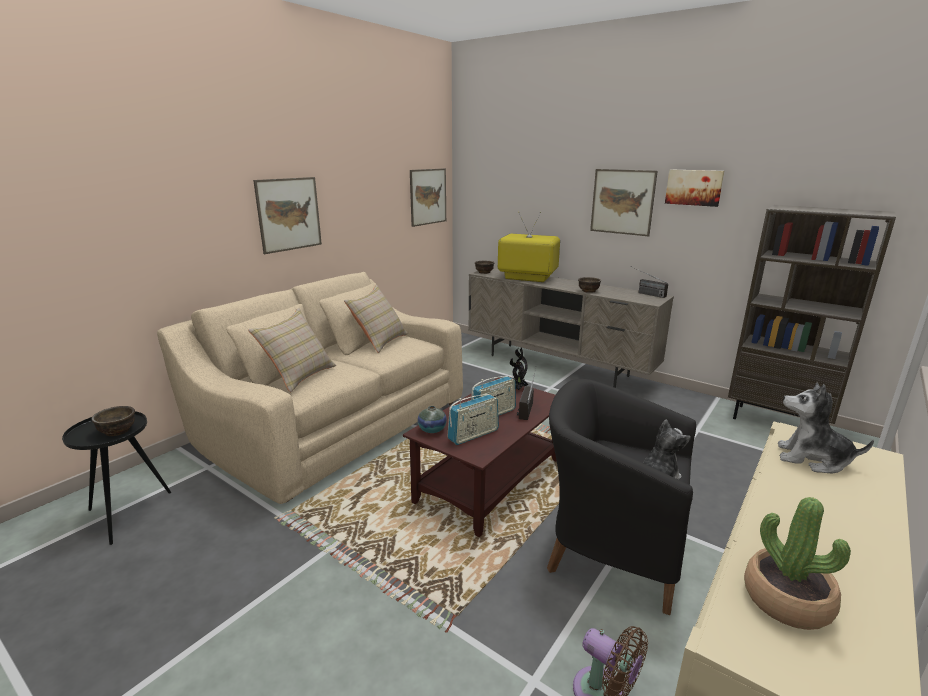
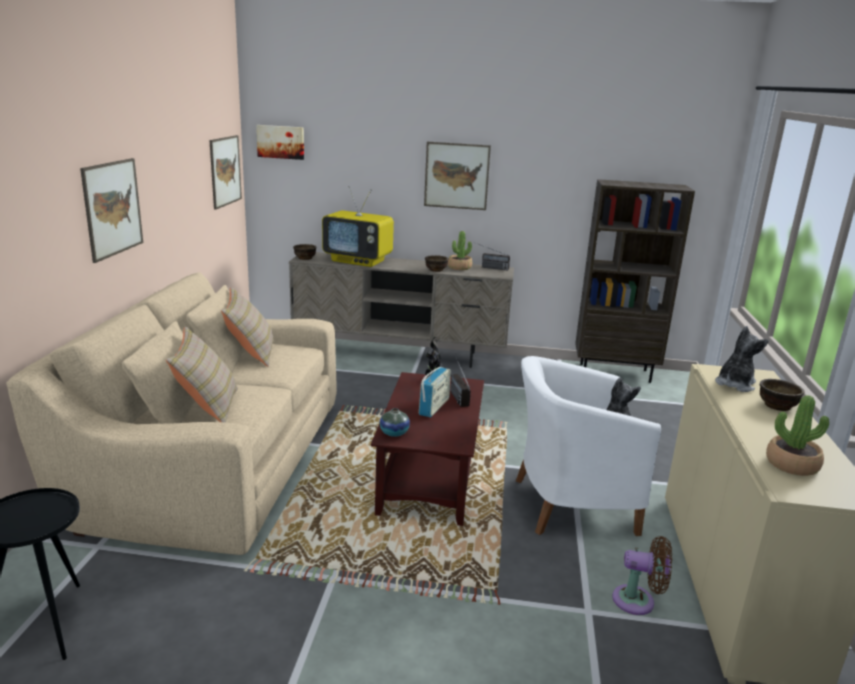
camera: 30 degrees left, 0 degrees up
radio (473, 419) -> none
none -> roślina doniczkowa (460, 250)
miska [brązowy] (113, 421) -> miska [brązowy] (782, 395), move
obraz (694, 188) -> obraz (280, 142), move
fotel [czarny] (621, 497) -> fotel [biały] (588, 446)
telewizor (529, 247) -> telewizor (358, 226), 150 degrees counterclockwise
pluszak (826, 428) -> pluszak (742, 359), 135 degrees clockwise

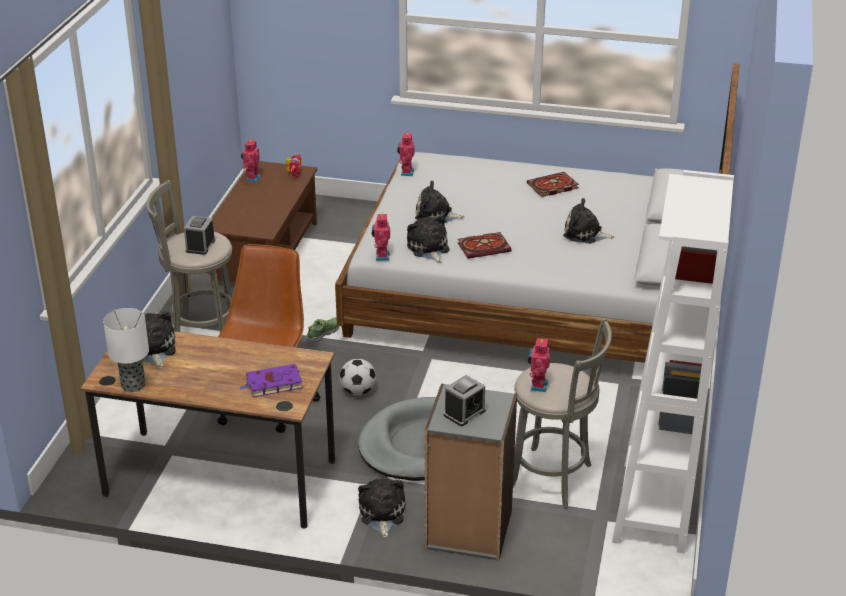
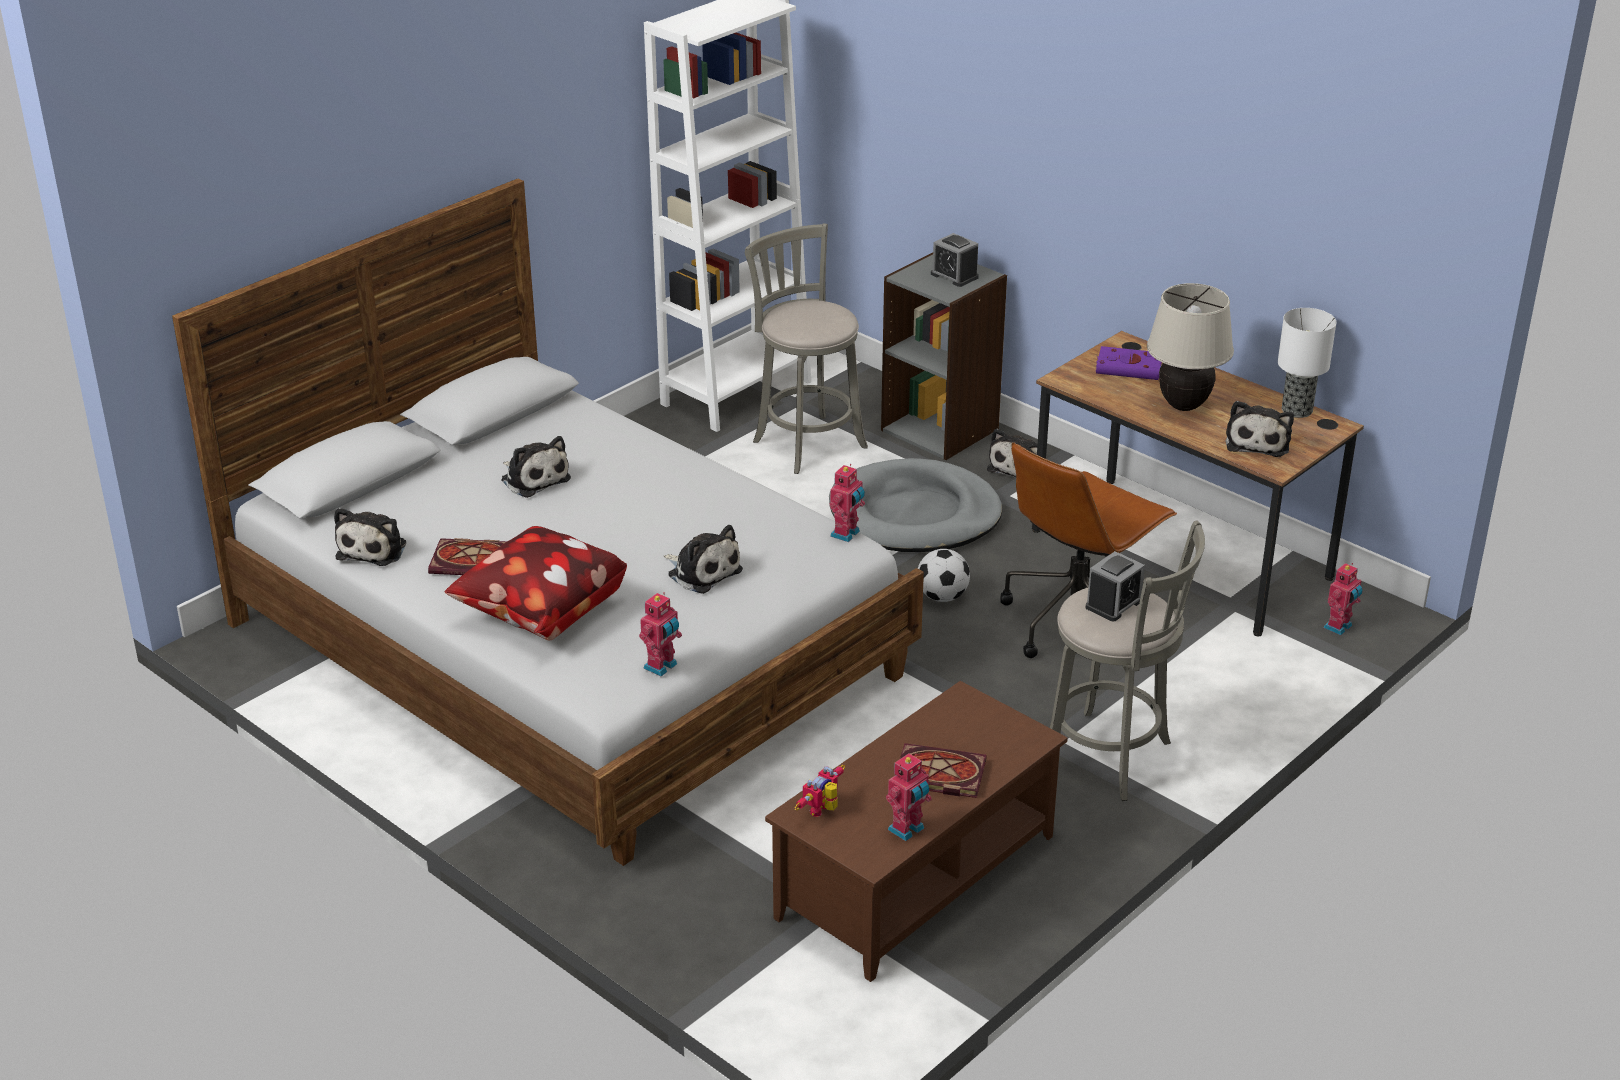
camera: 150 degrees left, 0 degrees up
but (323, 329) -> none
none -> poduszka (535, 583)
none -> lampa stołowa [beżowy] (1190, 347)
pluszak (428, 239) -> pluszak (370, 536), move
książka (485, 245) -> książka (943, 770), move
robot zabawkowy (539, 364) -> robot zabawkowy (1343, 599), move
budzik (465, 400) -> budzik (955, 260), 120 degrees counterclockwise

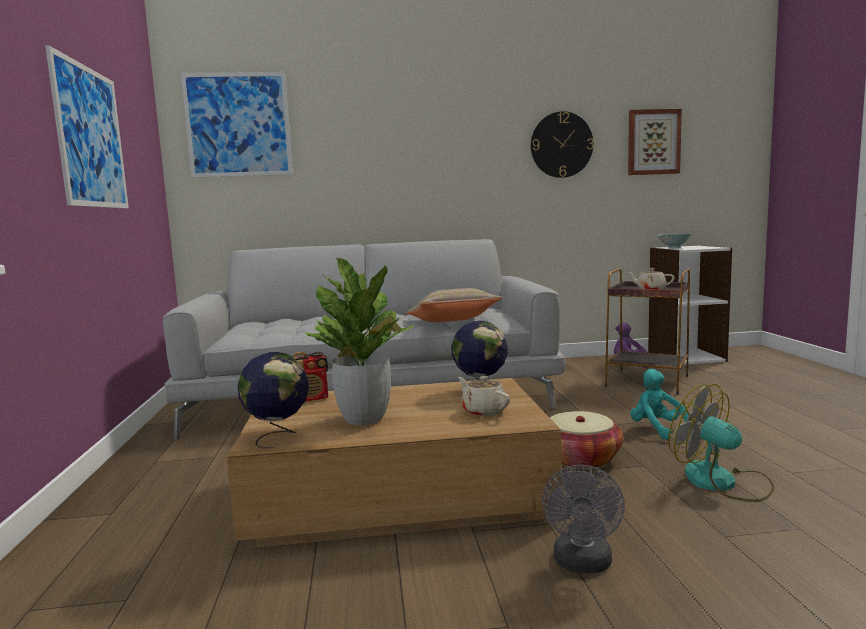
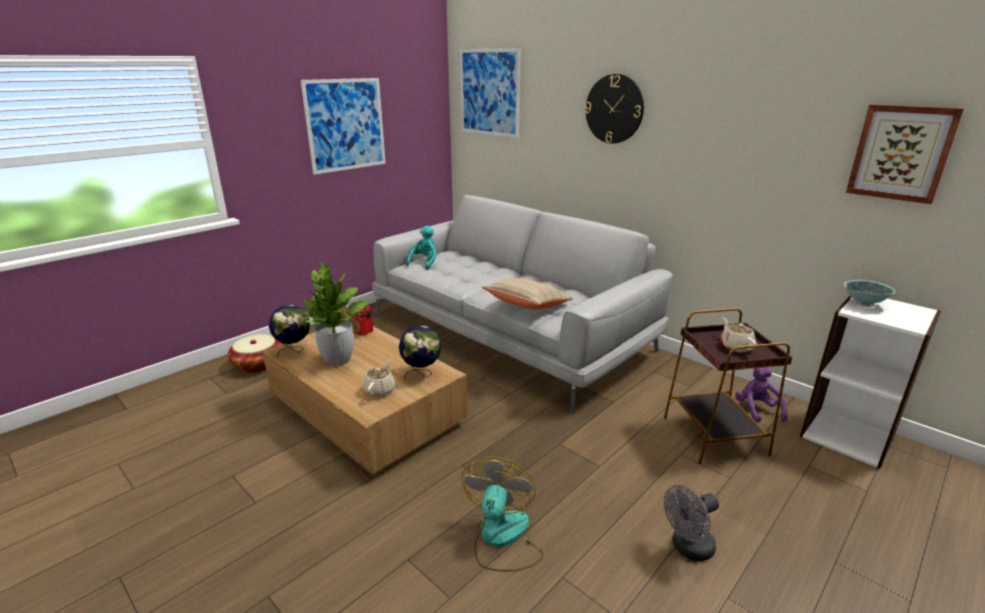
camera: 50 degrees right, 15 degrees up
zegar ścienny (562, 144) -> zegar ścienny (614, 109), move
wentylator [szary] (583, 519) -> wentylator [szary] (691, 523), move
koszyk (586, 440) -> koszyk (254, 353), move
pluszak [turkusowy] (661, 404) -> pluszak [turkusowy] (421, 248), move

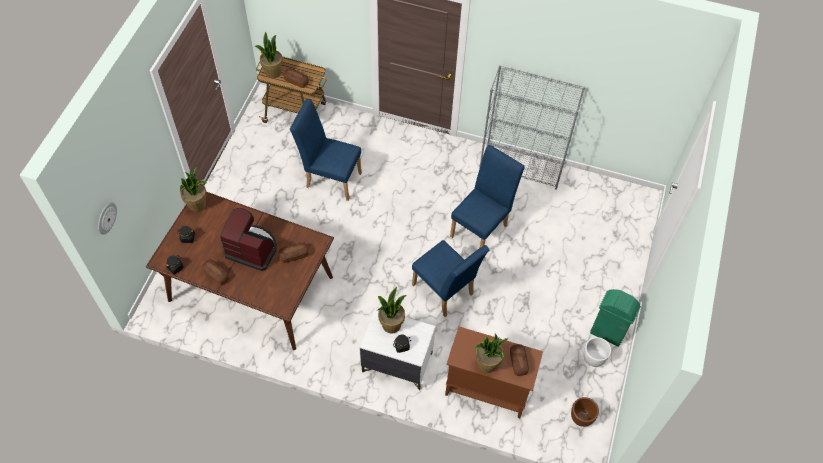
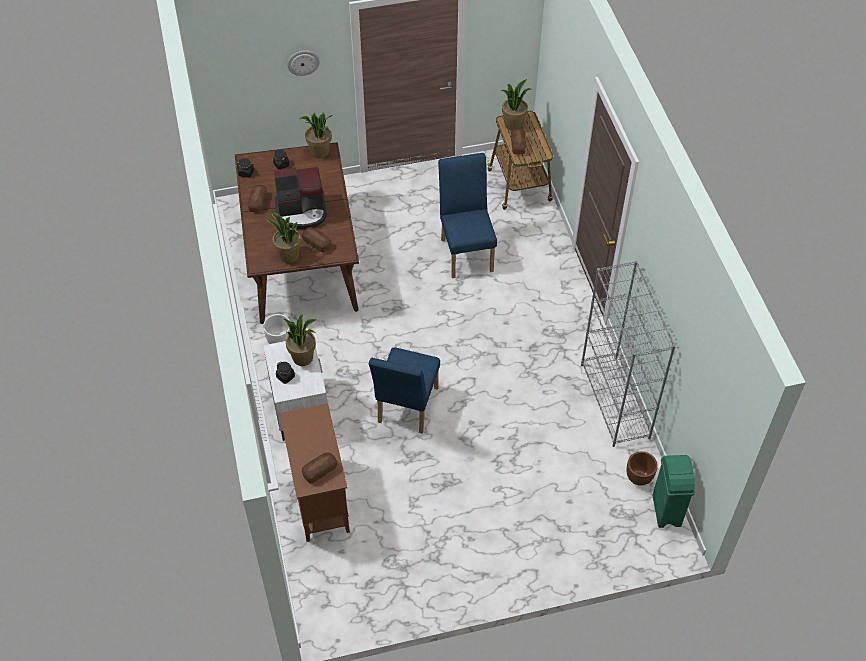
camera: 60 degrees right, 5 degrees down
krzesło [niebieski] (487, 196) -> none
zegar ścienny (107, 218) -> zegar ścienny (303, 63), move
roślina doniczkowa (491, 353) -> roślina doniczkowa (283, 238), move
donica [brązowy] (585, 412) -> donica [brązowy] (642, 469), move
donica [biały] (597, 352) -> donica [biały] (276, 329), move
kosz na śmieci [zielony] (615, 318) -> kosz na śmieci [zielony] (674, 491), move
ekspres do kawy (248, 239) -> ekspres do kawy (300, 198), 90 degrees clockwise

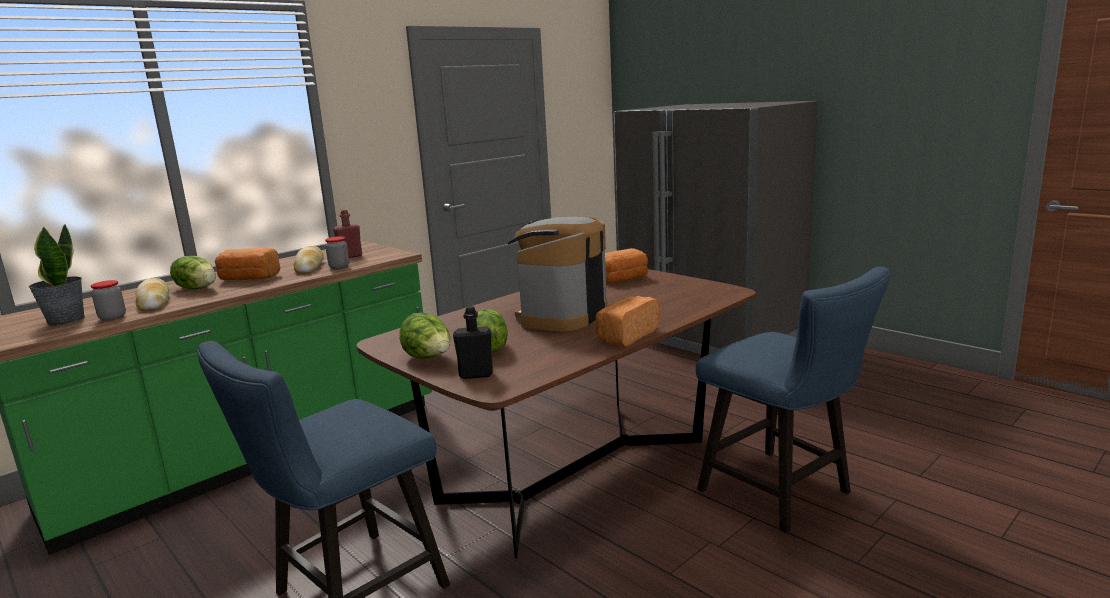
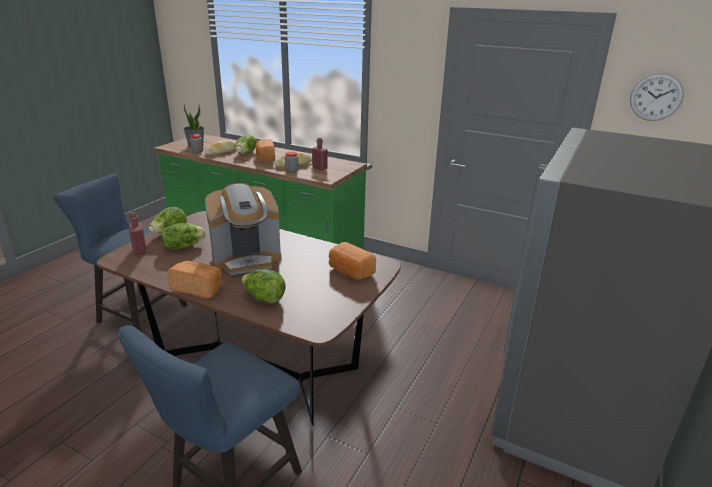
camera: 70 degrees right, 10 degrees up
none -> sałata (264, 287)
none -> zegar ścienny (657, 97)
butelka [czarny] (473, 342) -> butelka [czerwony] (138, 233)
ekspres do kawy (557, 274) -> ekspres do kawy (243, 229), 150 degrees clockwise

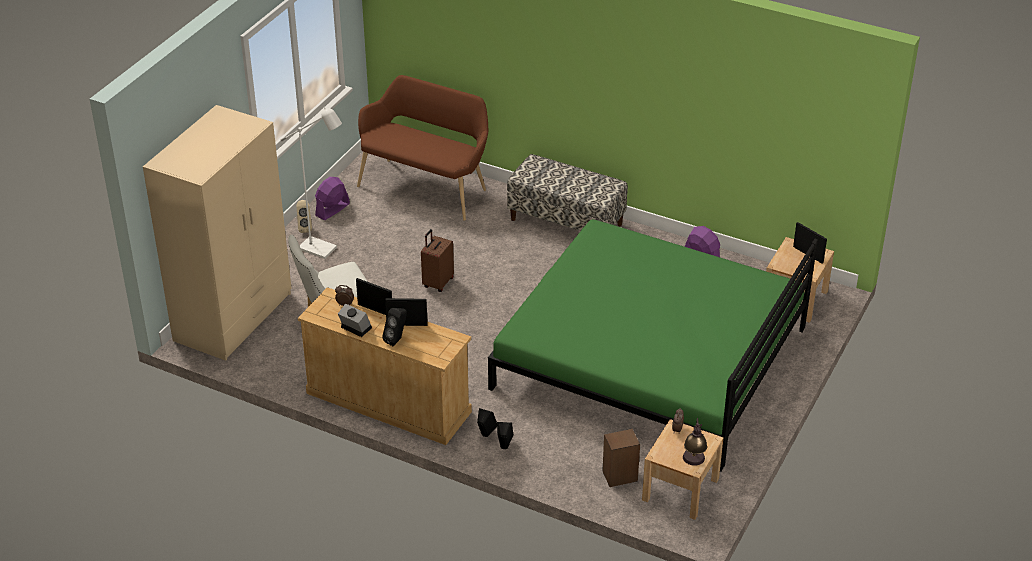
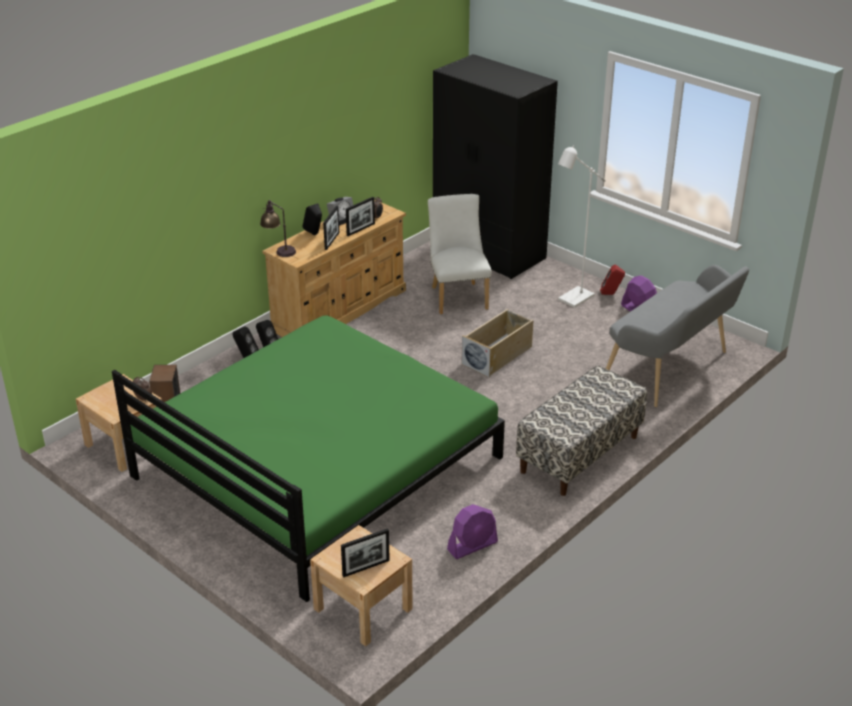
camera: 105 degrees right, 5 degrees down
lampa stołowa (695, 442) -> lampa stołowa (278, 228), move
walizka [brązowy] (437, 260) -> pojemnik do przechowywania [beżowy] (498, 343)
szafa [beżowy] (217, 233) -> szafa [czarny] (495, 166)
głośnik [beżowy] (304, 216) -> głośnik [czerwony] (612, 279)
ławka [brązowy] (422, 148) -> ławka [szary] (677, 336)

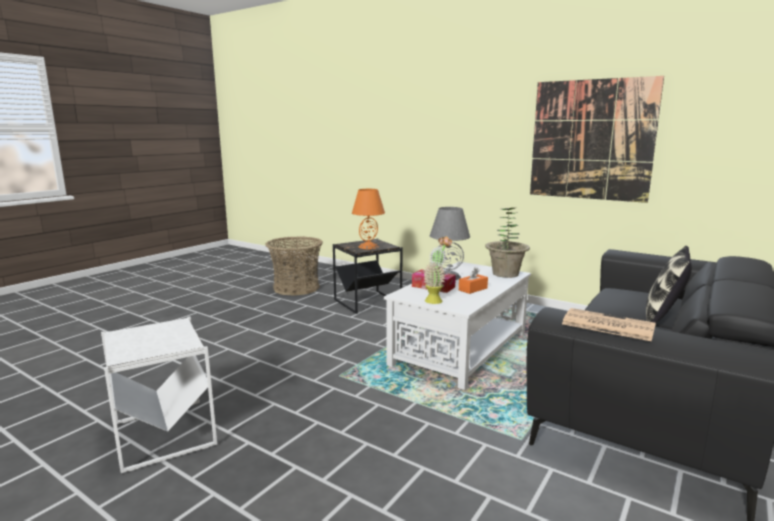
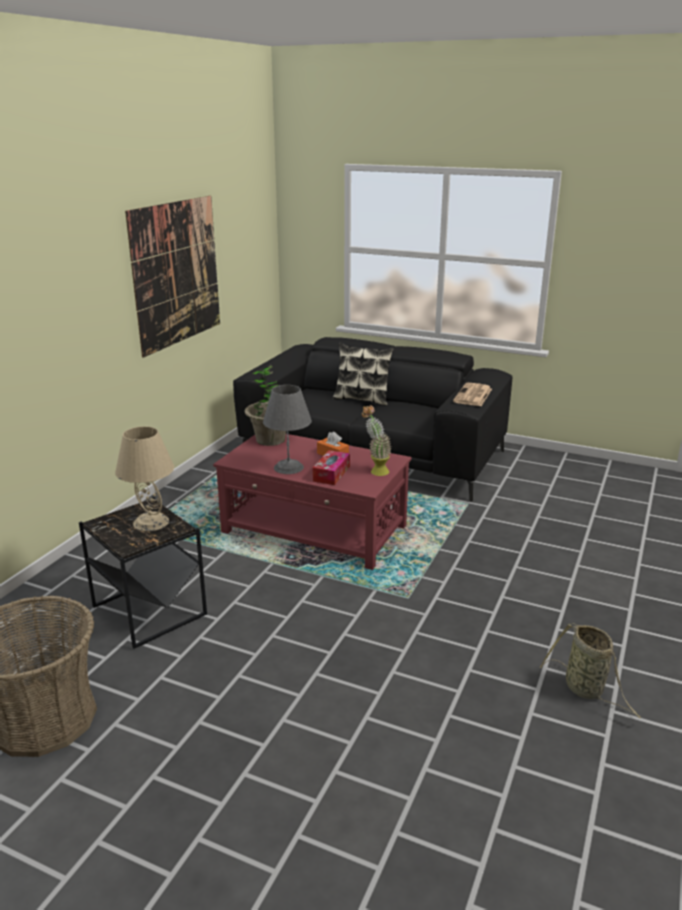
camera: 100 degrees left, 10 degrees up
stolik [biały] (159, 394) -> koszyk (590, 670)
lampa stołowa [pomarańczowy] (368, 219) -> lampa stołowa [beżowy] (144, 478)
ława [biały] (457, 325) -> ława [czerwony] (312, 502)

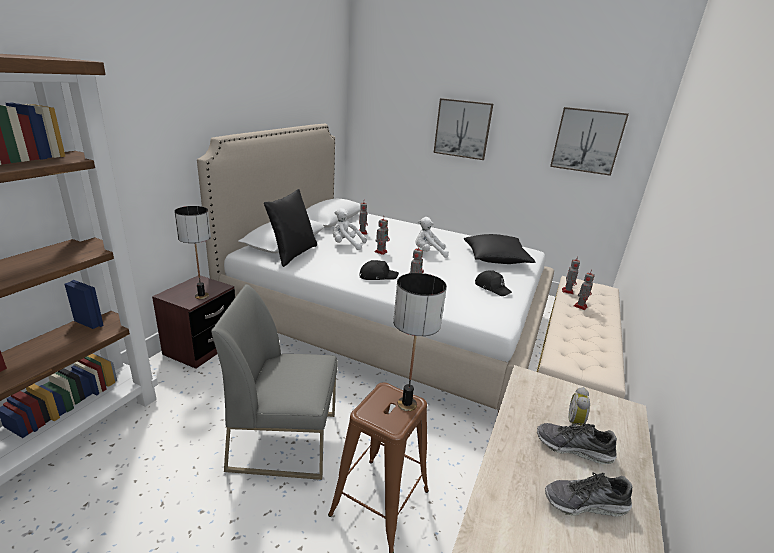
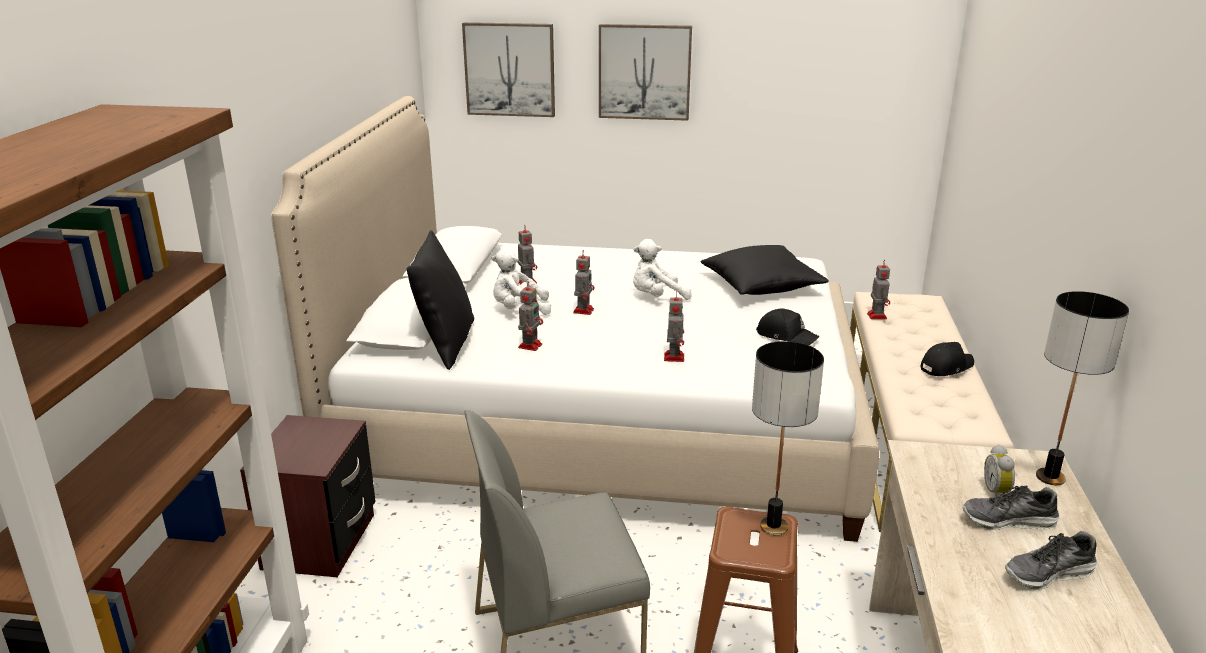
camera: 15 degrees left, 0 degrees up
lampa stołowa (192, 252) -> lampa stołowa (1082, 388), move
czapka z daszkiem [czarny] (379, 270) -> czapka z daszkiem [czarny] (947, 359), move
obraz (589, 141) -> obraz (508, 69), move
robot zabawkowy (584, 291) -> robot zabawkowy (530, 316), move

